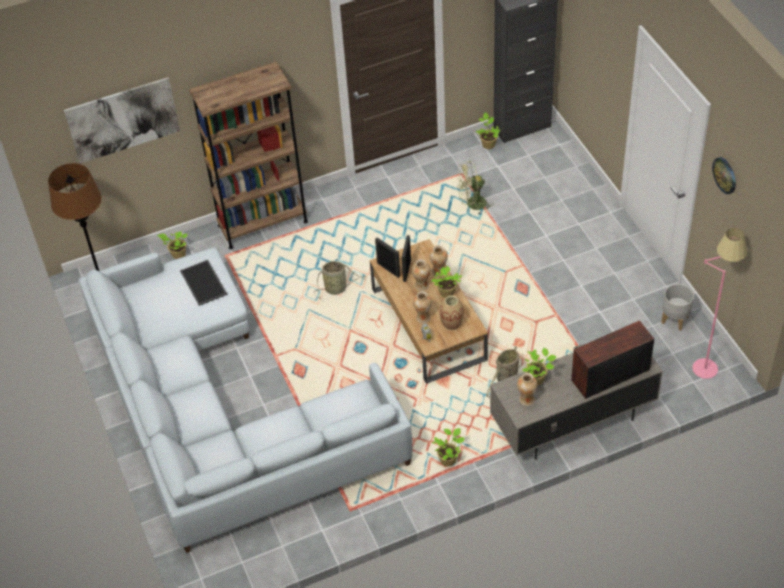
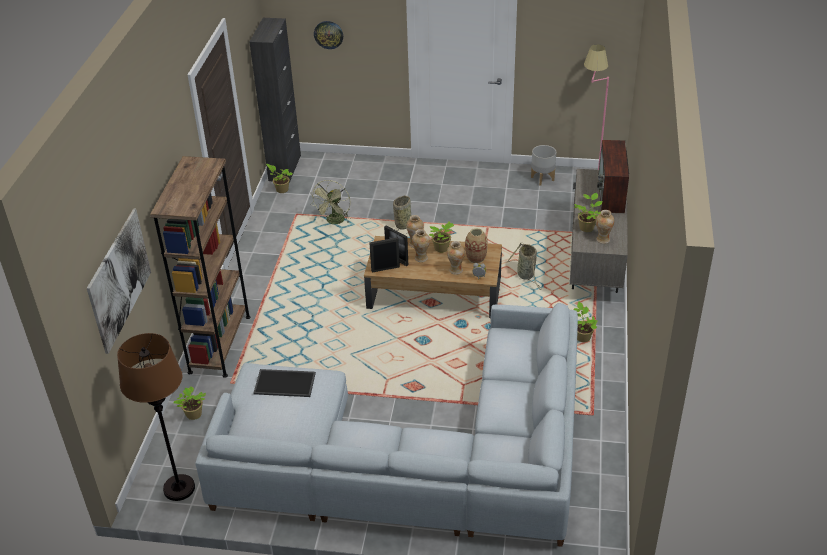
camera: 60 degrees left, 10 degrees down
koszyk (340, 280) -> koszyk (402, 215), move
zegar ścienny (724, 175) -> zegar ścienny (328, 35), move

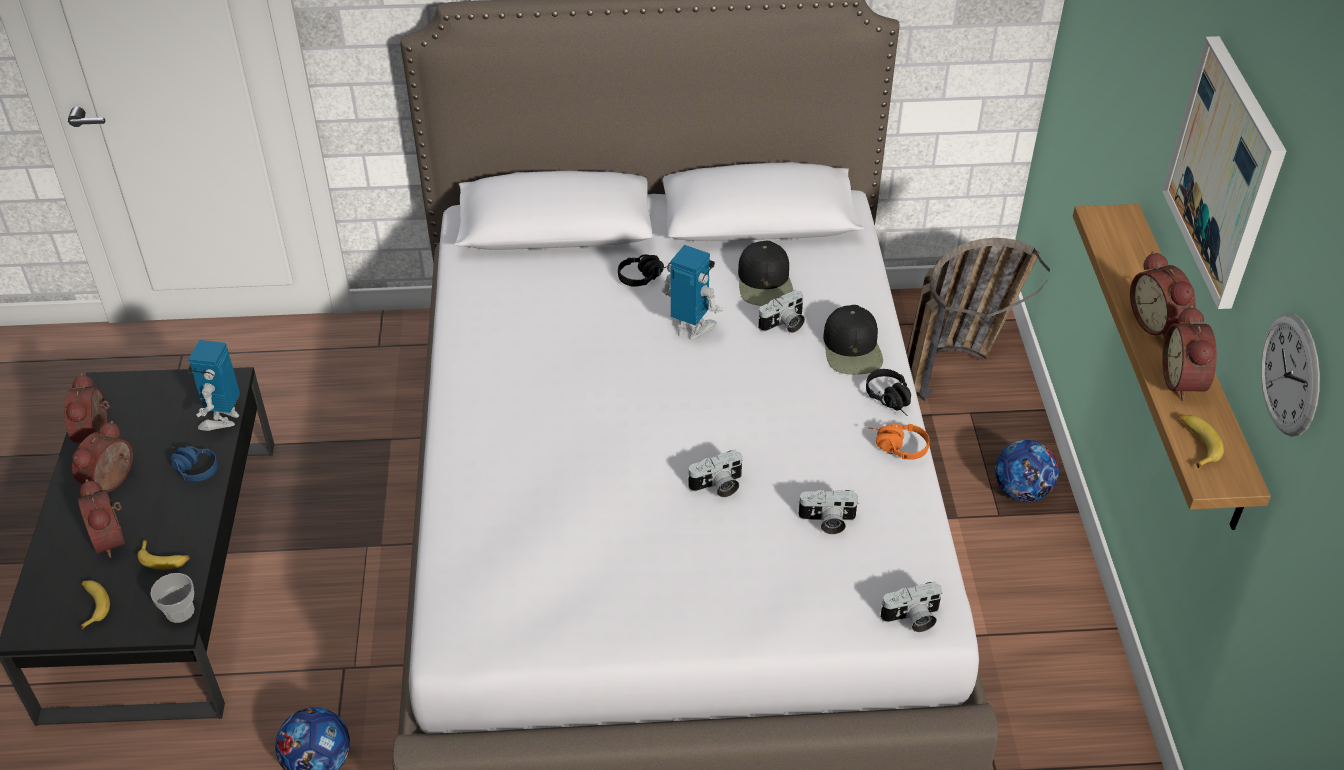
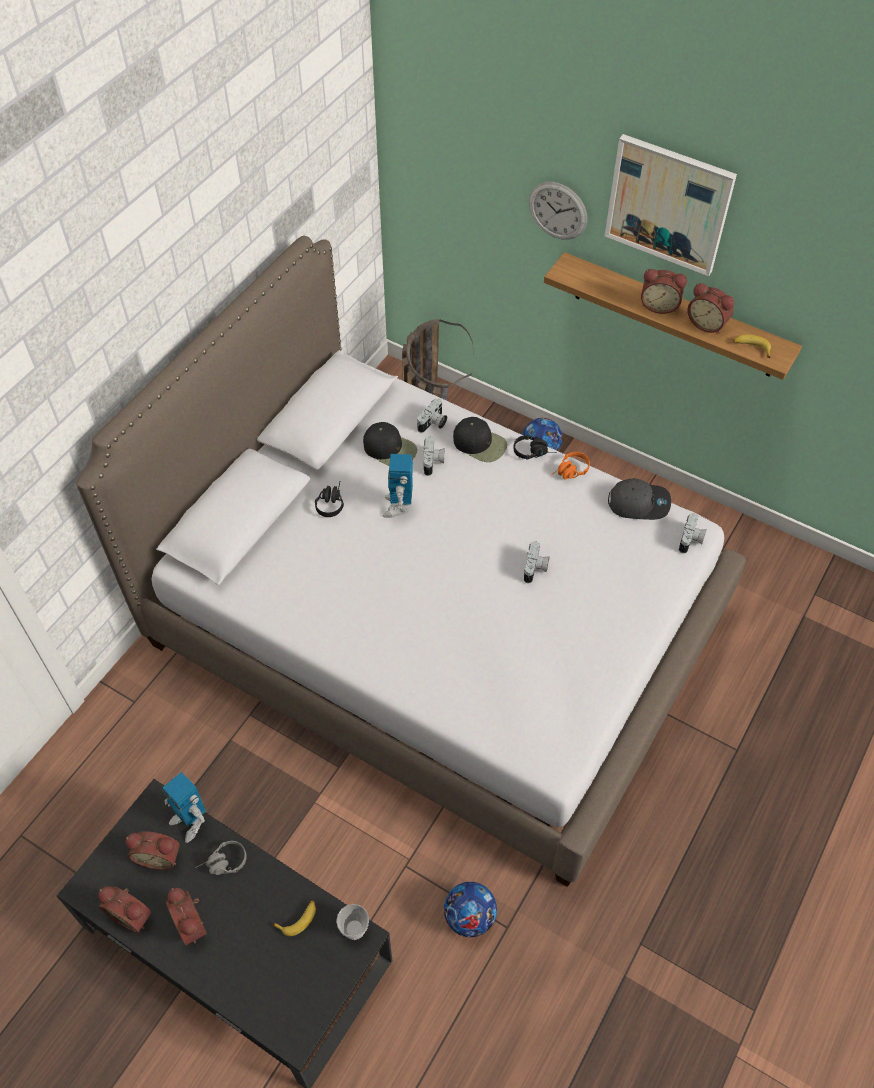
camera: 55 degrees left, 10 degrees up
banan (95, 604) -> none
none -> czapka z daszkiem [szary] (639, 499)
budzik (101, 518) -> budzik (153, 850), move
aparat fotograficzny (828, 512) -> aparat fotograficzny (432, 415), move
zegar ścienny (1290, 375) -> zegar ścienny (558, 211), move
słuchawki [niebieski] (193, 463) -> słuchawki [szary] (221, 858)
robot zabawkowy (692, 292) -> robot zabawkowy (398, 486), 60 degrees counterclockwise

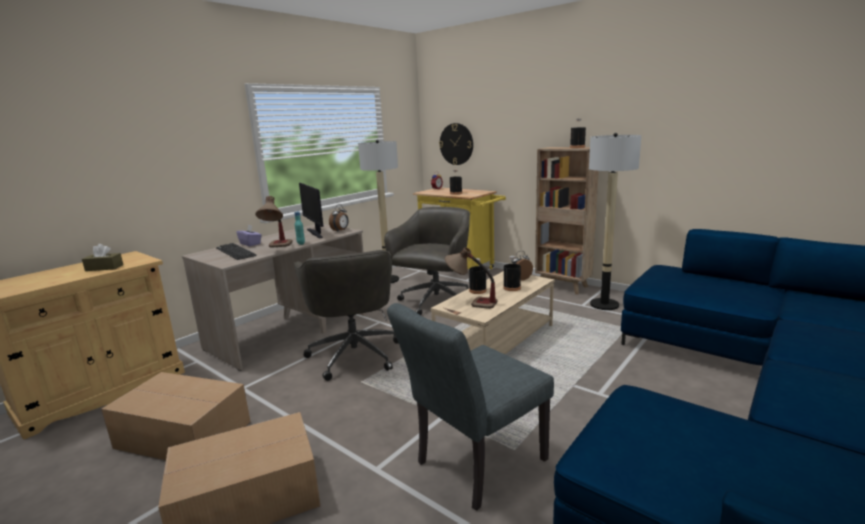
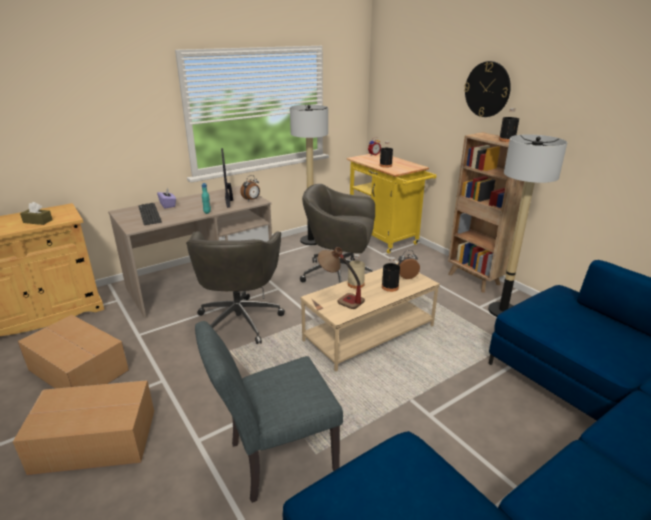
camera: 15 degrees right, 10 degrees up
lampa stołowa (274, 221) -> none
zegar ścienny (456, 144) -> zegar ścienny (487, 89), move
butelka [czarny] (478, 276) -> butelka [beżowy] (356, 271)
krzesło biurowe [szary] (427, 261) -> krzesło biurowe [szary] (337, 233), 120 degrees counterclockwise

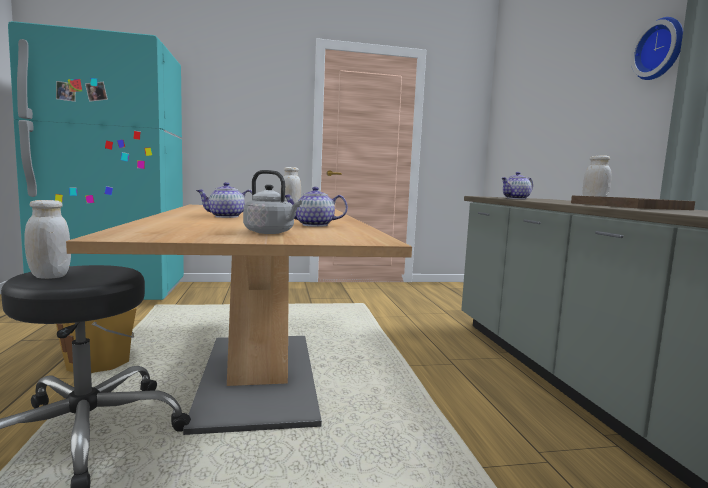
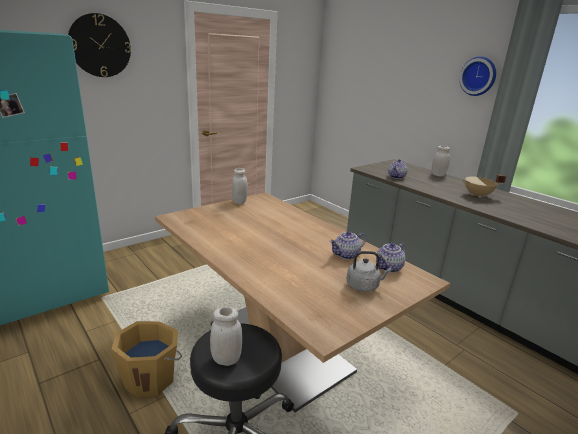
camera: 30 degrees left, 15 degrees up
none -> zegar ścienny (99, 45)
imbryk (224, 200) -> imbryk (391, 258), move
taca [brązowy] (633, 202) -> garnek [beżowy] (484, 186)

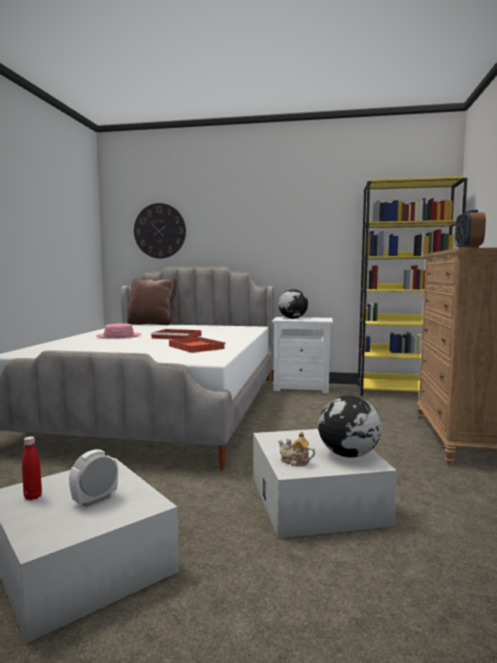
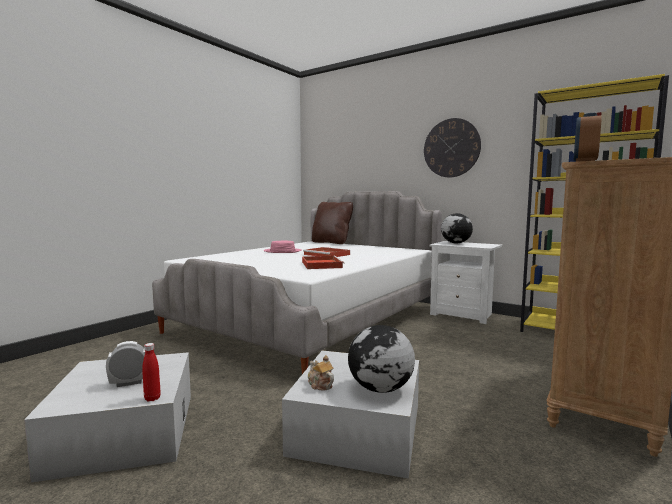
camera: 25 degrees right, 0 degrees up
butelka [czerwony] (32, 468) -> butelka [czerwony] (151, 372), move
zegar ścienny (160, 231) -> zegar ścienny (452, 148), move

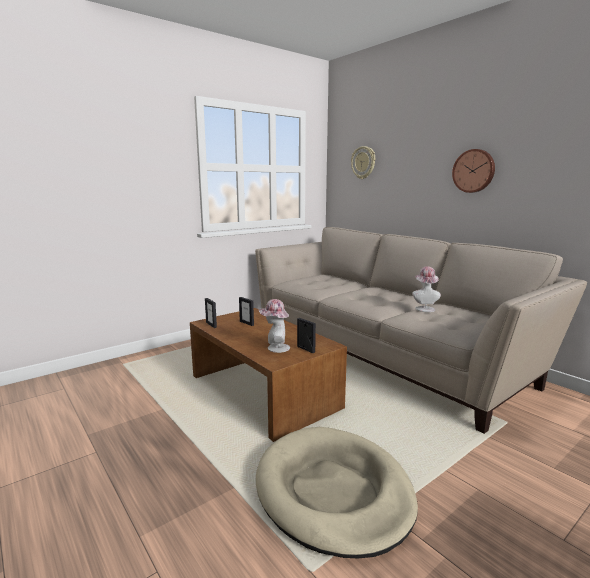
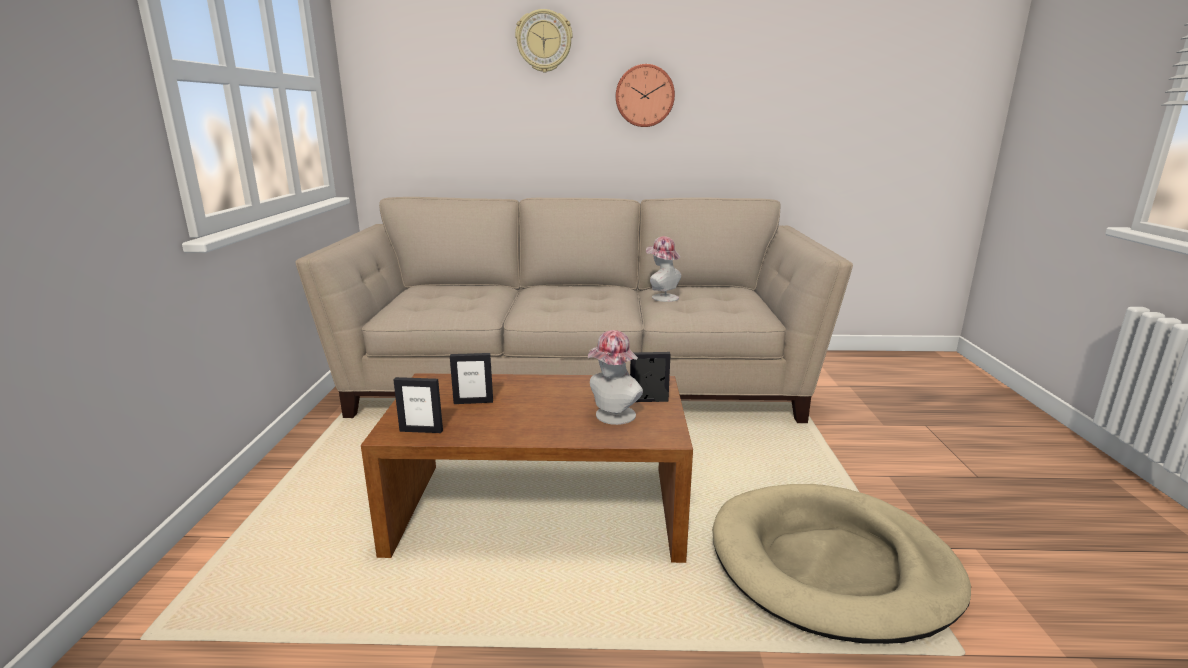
camera: 50 degrees left, 5 degrees up
zegar ścienny (363, 162) -> zegar ścienny (544, 40), move

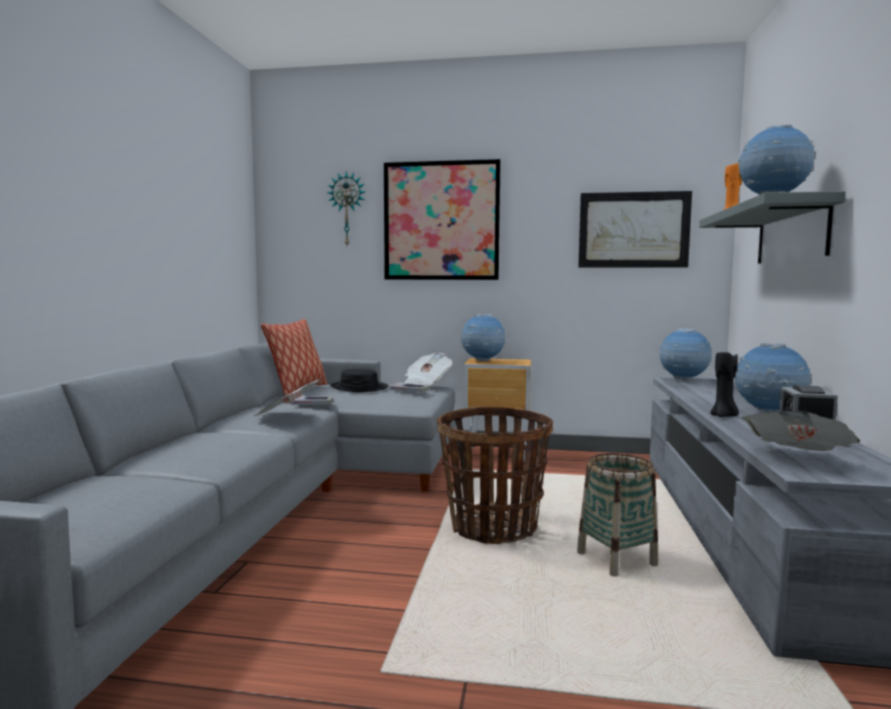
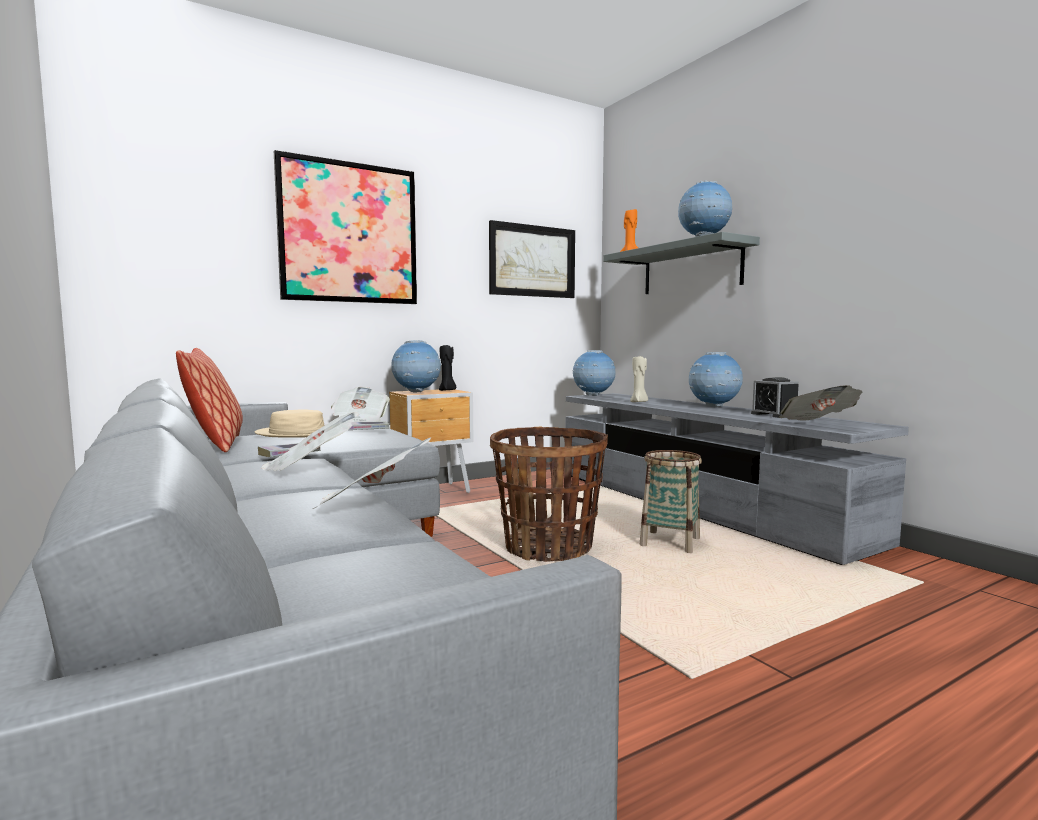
camera: 40 degrees left, 0 degrees up
zegar ścienny (346, 208) -> none
none -> gazeta (372, 473)
none -> świeca [beżowy] (639, 379)
świeca [czarny] (724, 384) -> świeca [czarny] (447, 367), move
kapelusz [czarny] (360, 380) -> kapelusz [beżowy] (289, 423)

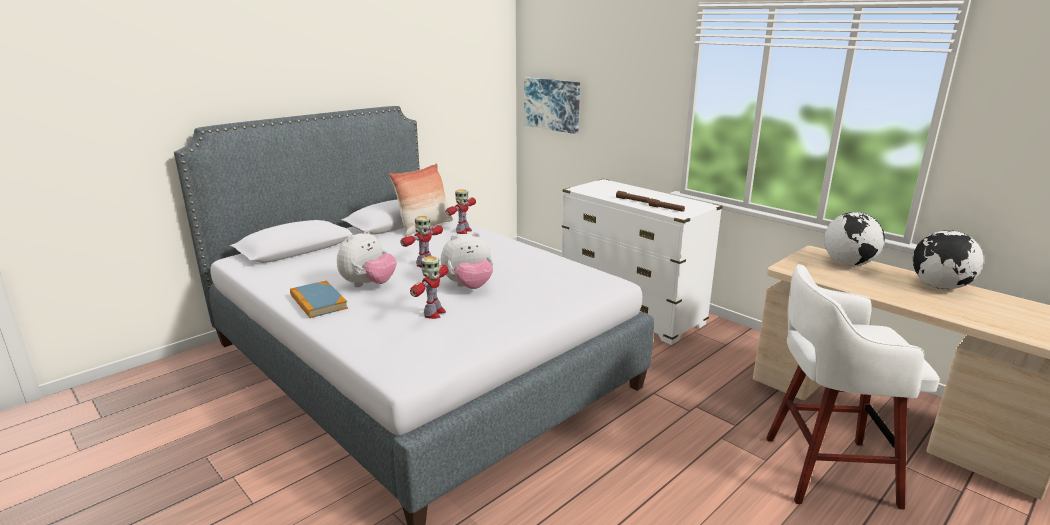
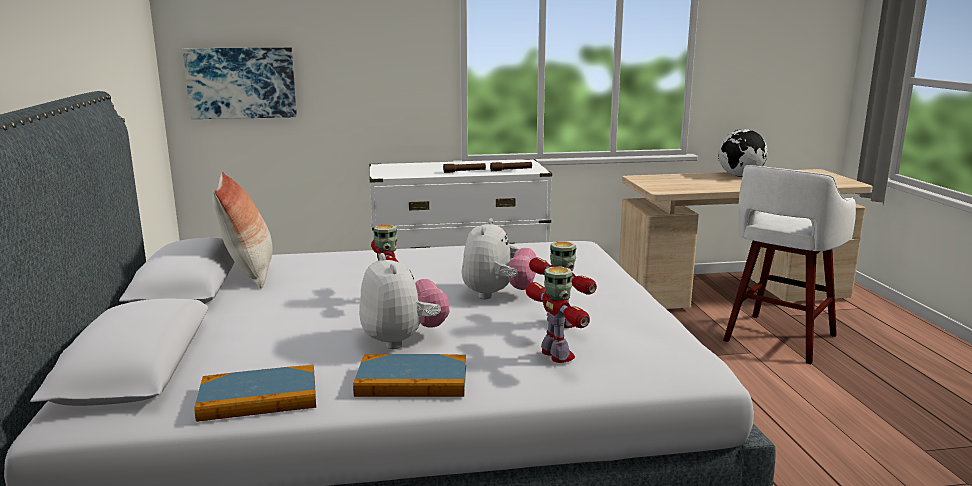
camera: 55 degrees left, 5 degrees down
globus (854, 239) -> none
none -> książka (255, 393)
robot zabawkowy (461, 211) -> robot zabawkowy (558, 315), move

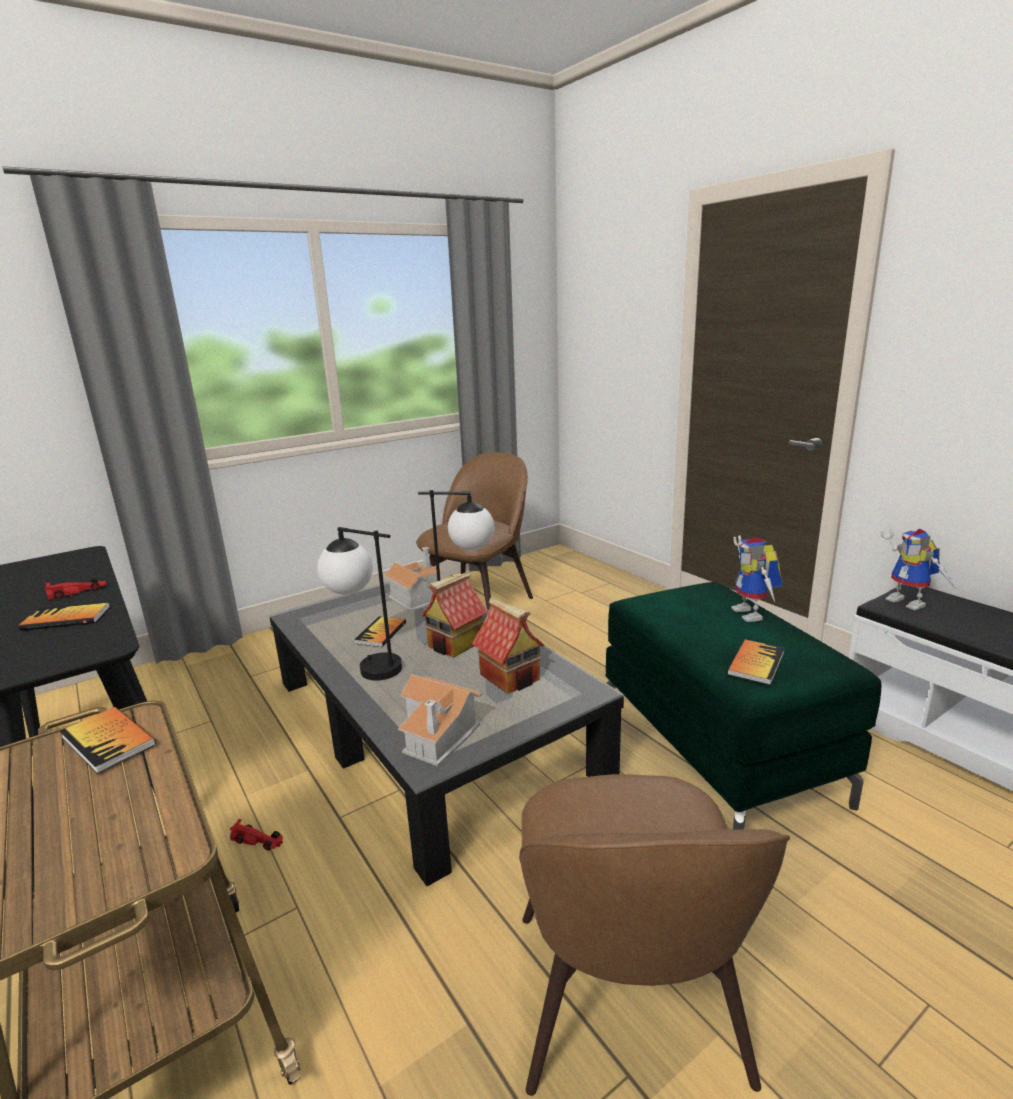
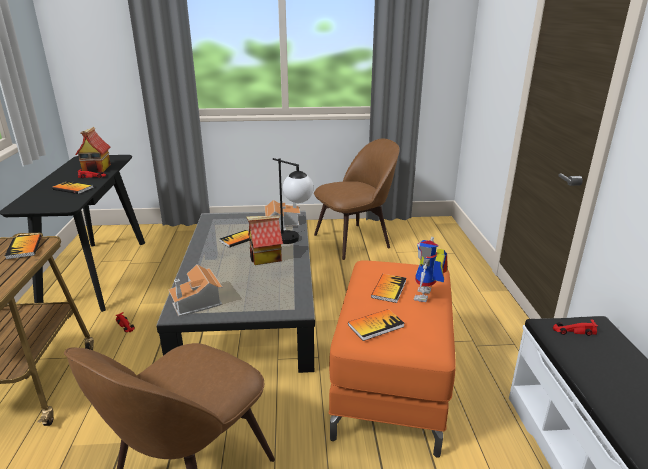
camera: 30 degrees right, 5 degrees up
lampa stołowa (359, 604) -> none
none -> książka (388, 288)
domek (508, 646) -> domek (93, 150), move
robot zabawkowy (918, 570) -> samochodzik [czerwony] (575, 328)
pufa [zielony] (743, 706) -> pufa [pomarańczowy] (392, 359)

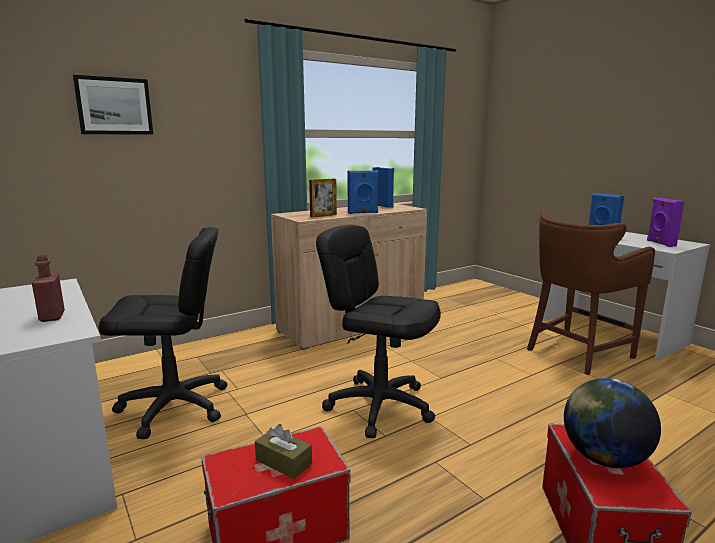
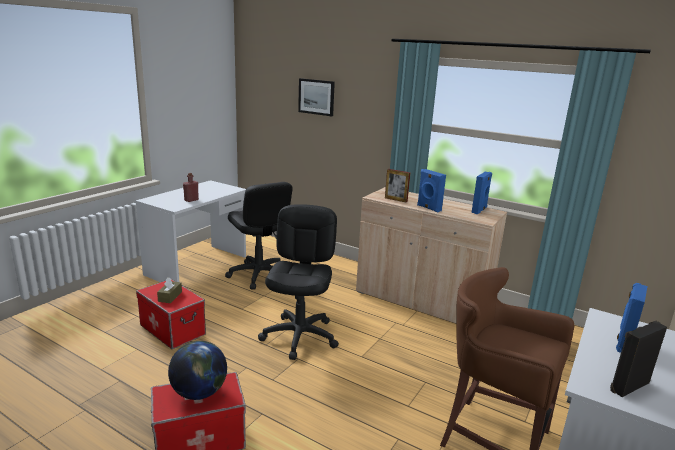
camera: 65 degrees right, 5 degrees up
głośnik [fioletowy] (666, 222) -> głośnik [czarny] (638, 359)

